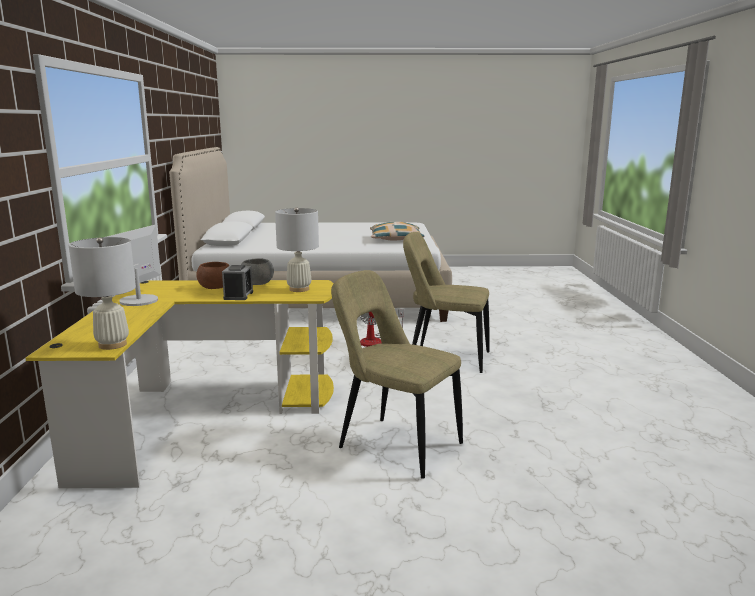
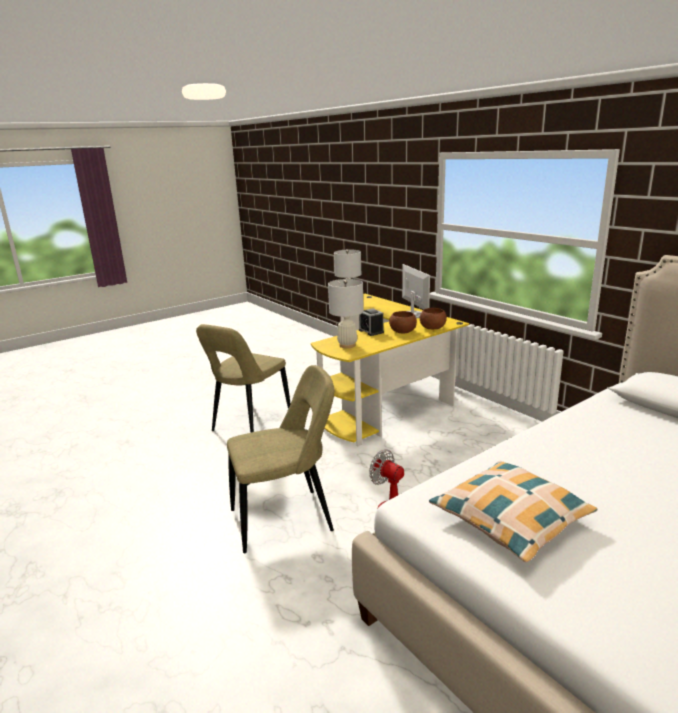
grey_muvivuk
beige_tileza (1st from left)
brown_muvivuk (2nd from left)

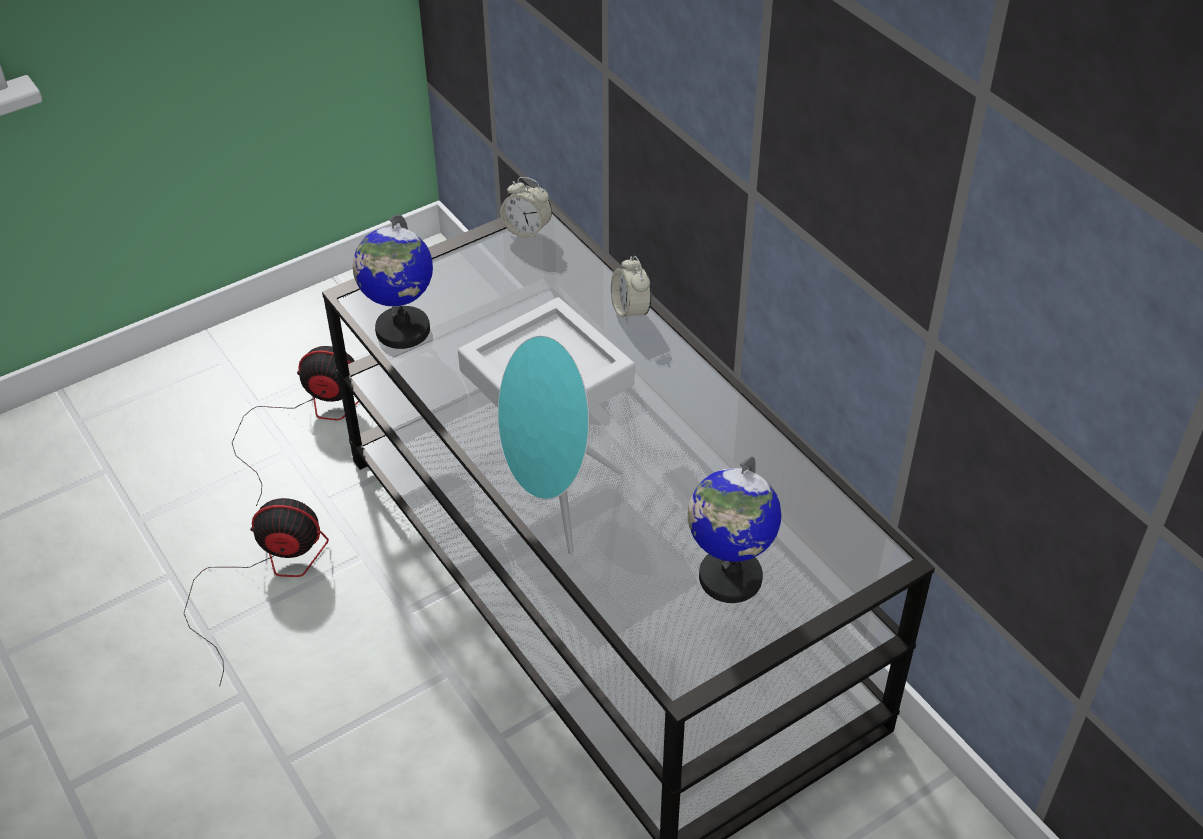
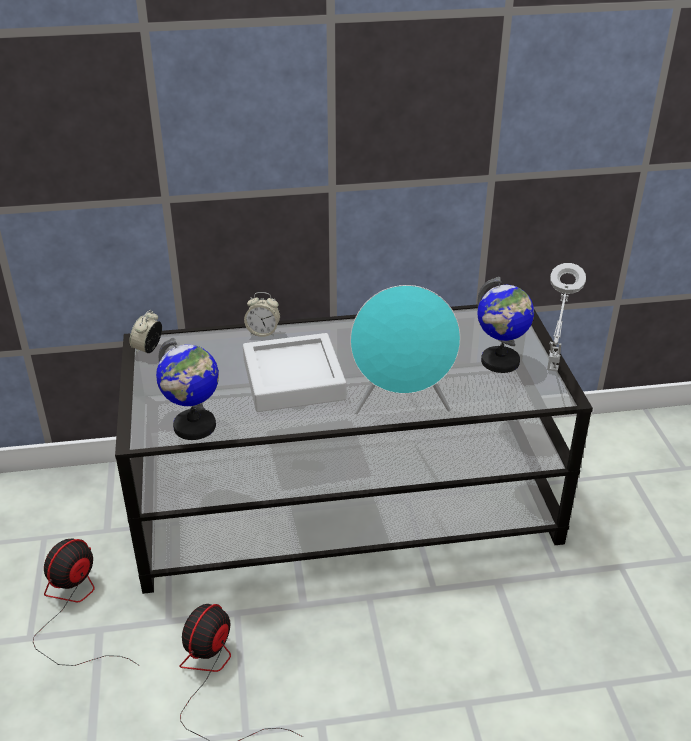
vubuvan (1st from left)
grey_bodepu

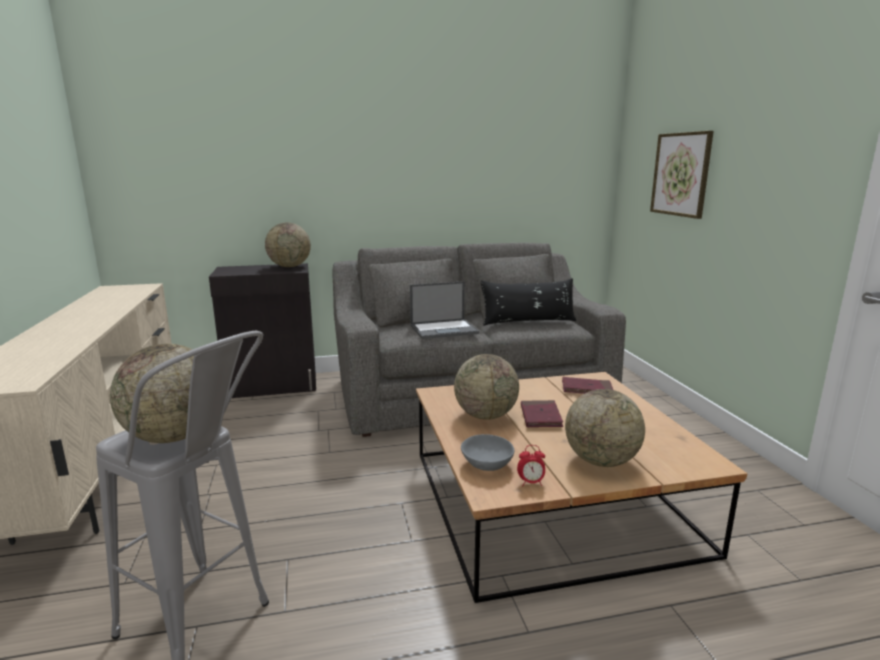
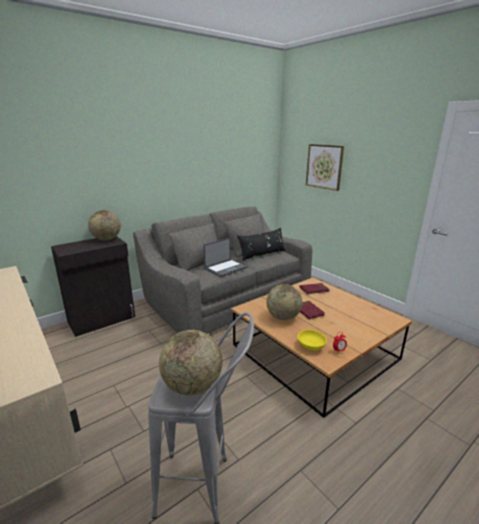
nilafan (4th from left in the first image)
yellow_muvivuk

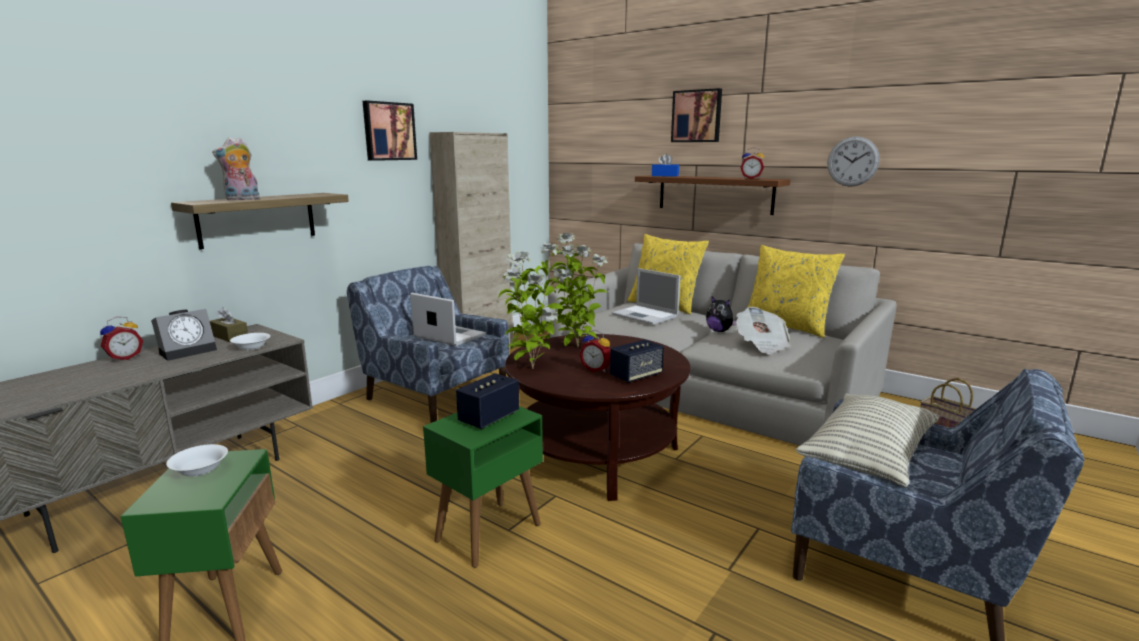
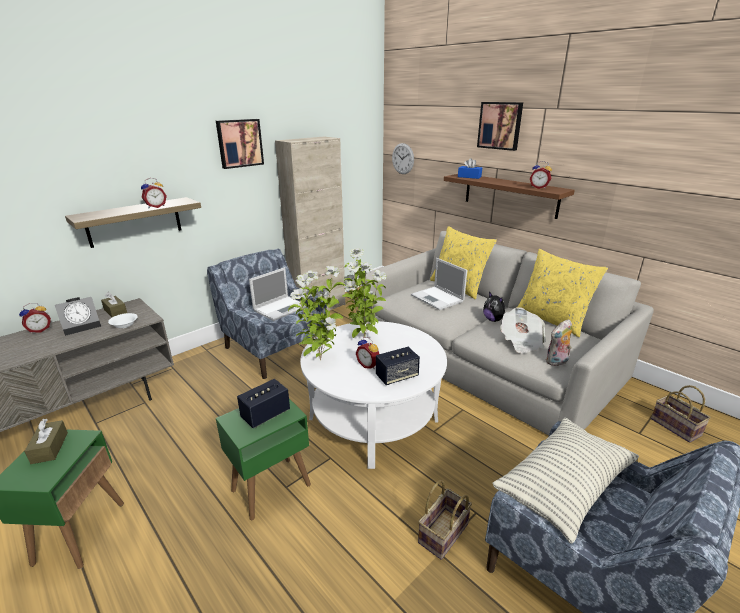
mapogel
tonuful (2nd from left)
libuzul (1st from left)
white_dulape
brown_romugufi (1st from left)
vubuvan (3rd from left)
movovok (1st from left)

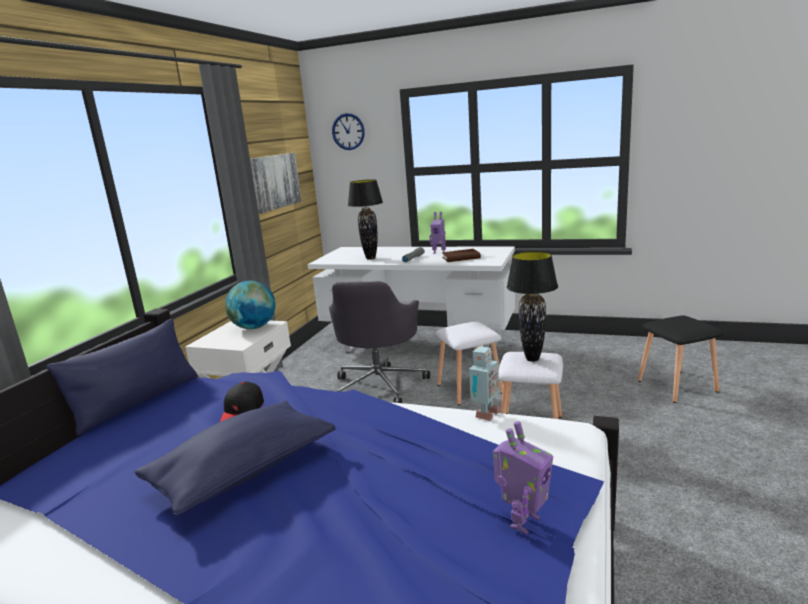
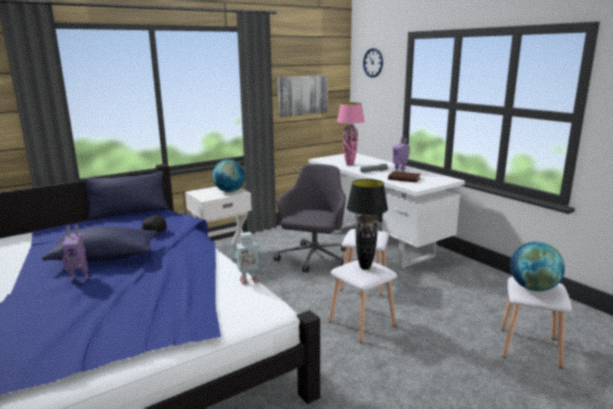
pink_bodepu
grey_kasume
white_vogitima (3rd from left)
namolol (1st from left)
nilafan (2nd from left)

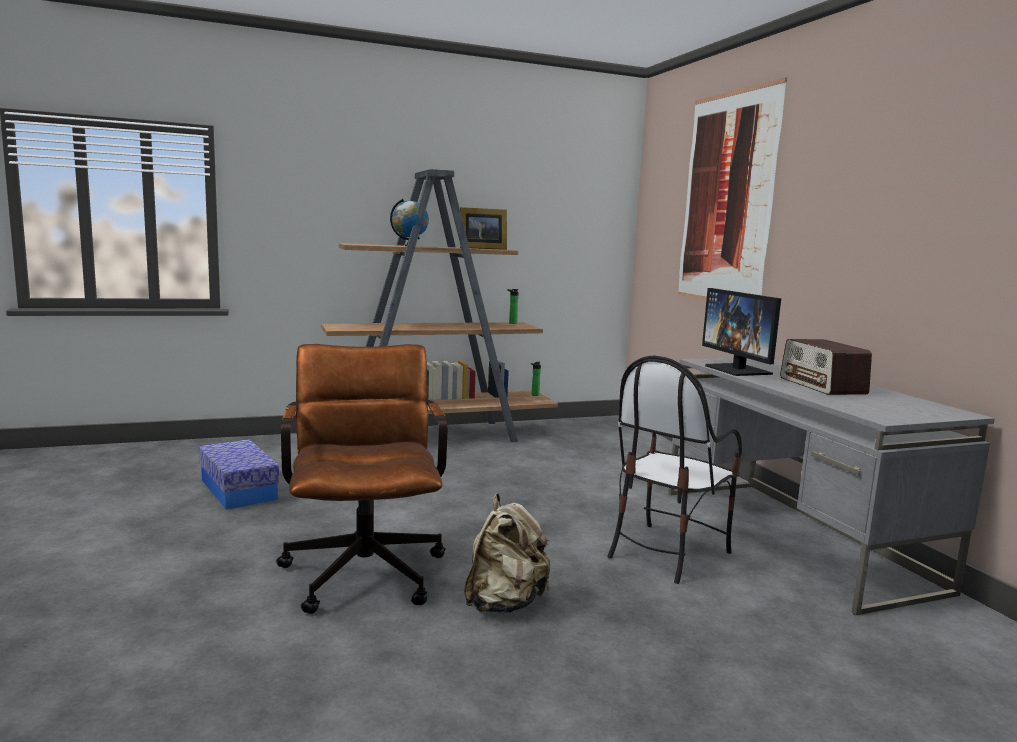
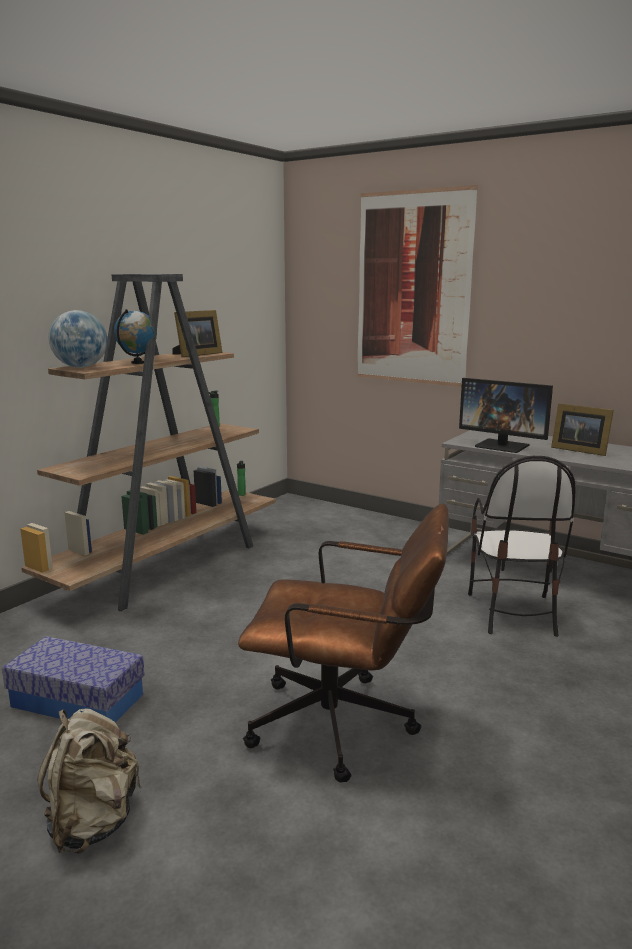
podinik (2nd from left)
brown_kasume
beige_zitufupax
nilafan (1st from left)

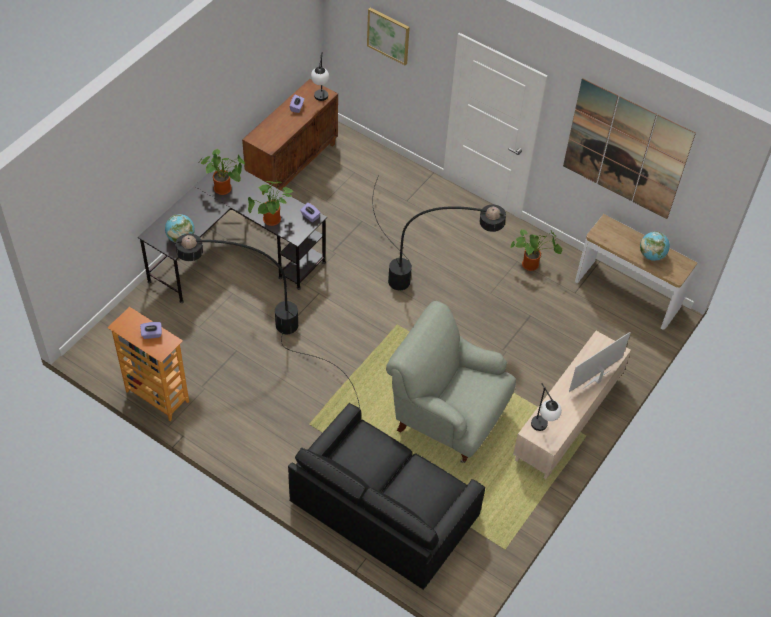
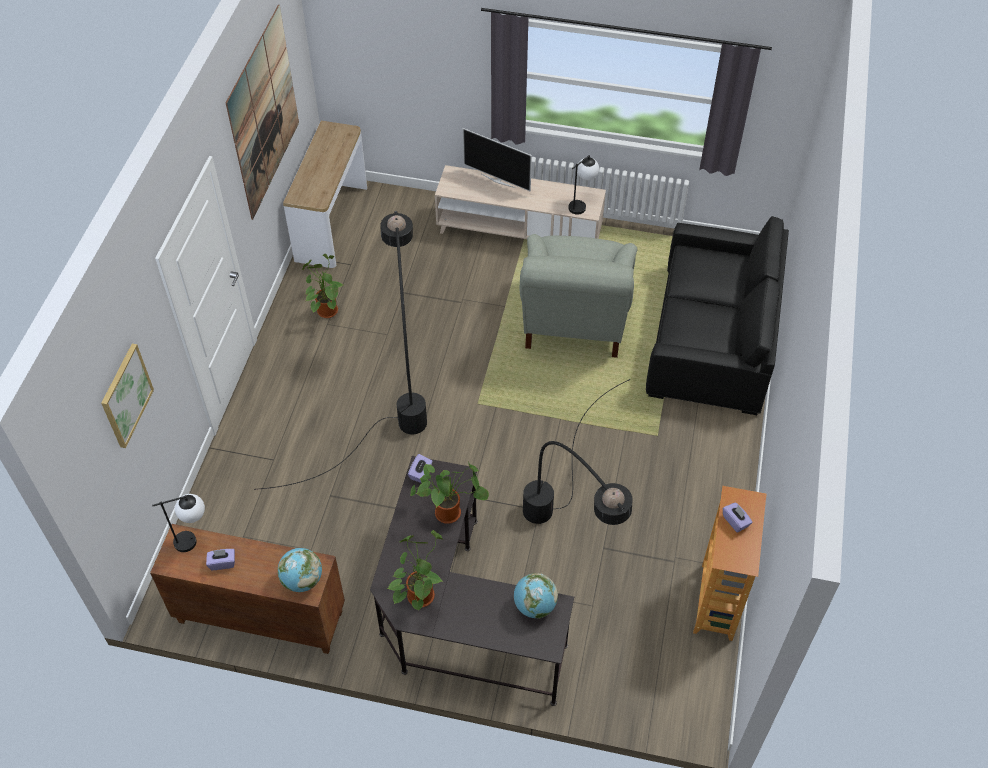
nilafan (1st from left)

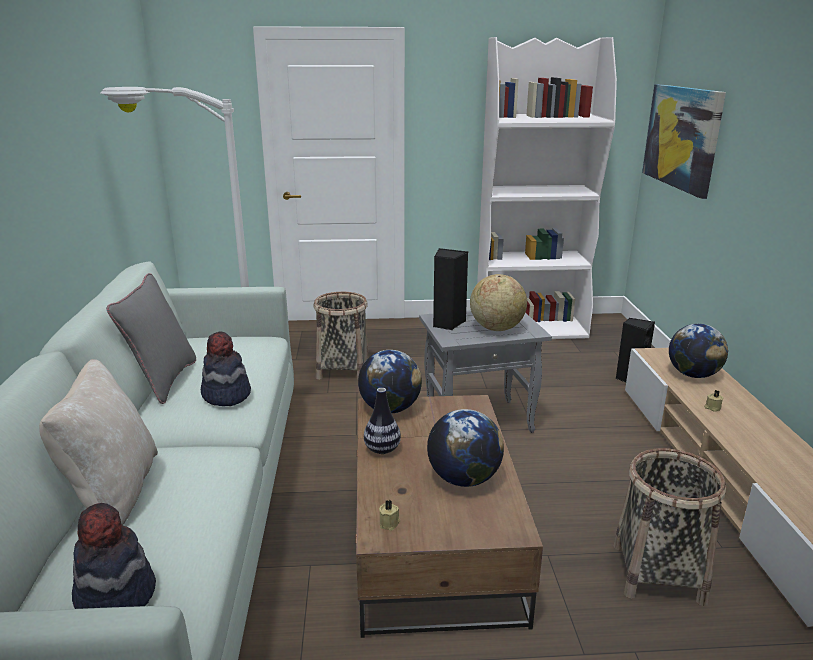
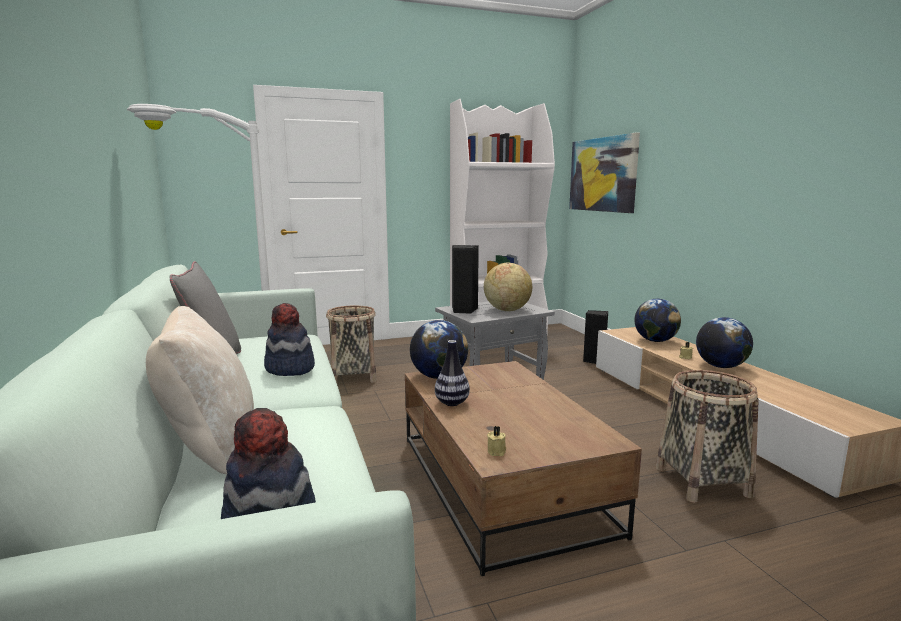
nilafan (4th from left)

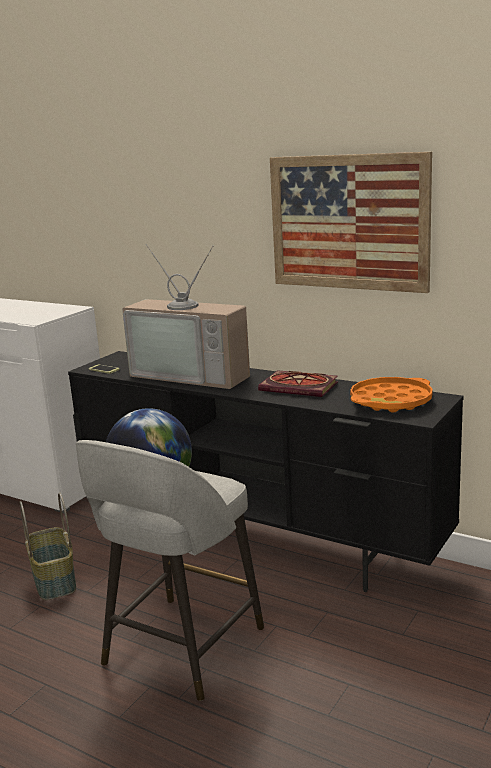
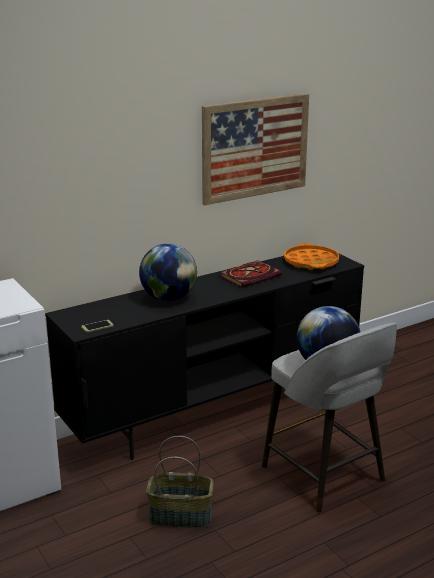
nilafan (1st from left)

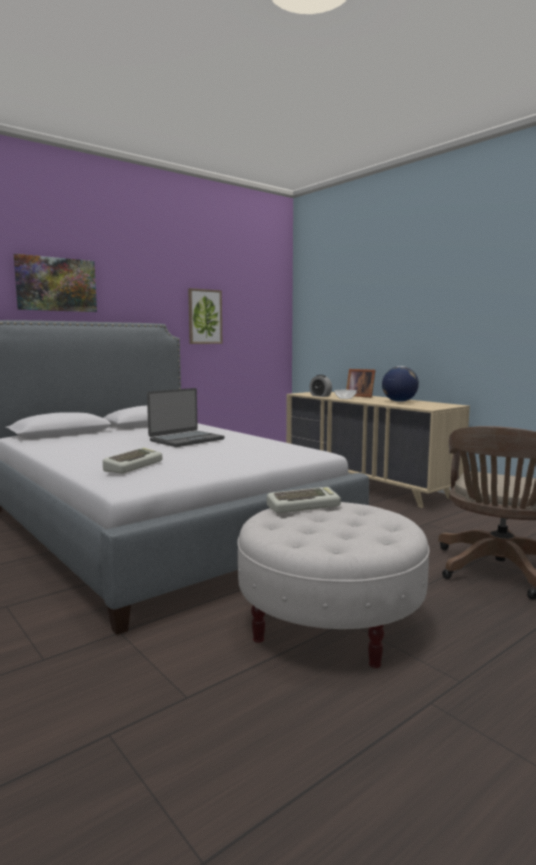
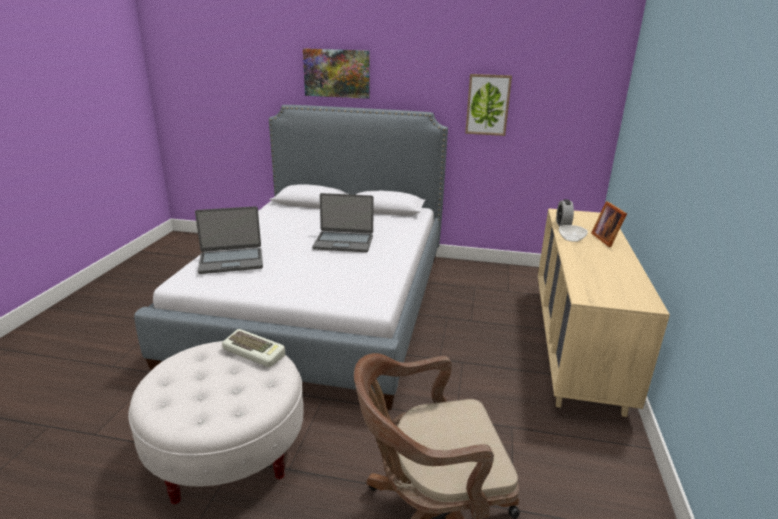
nilafan
libuzul (1st from left)

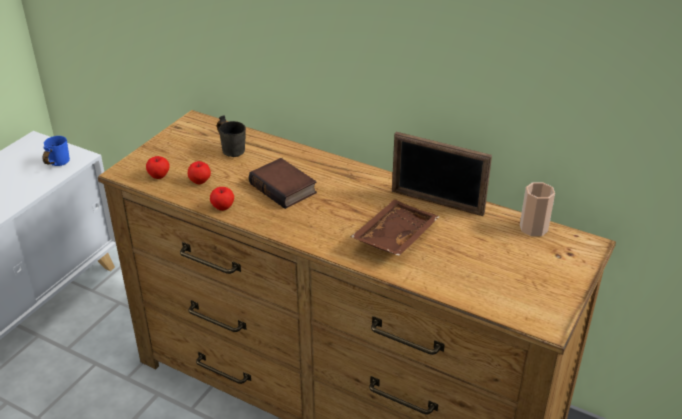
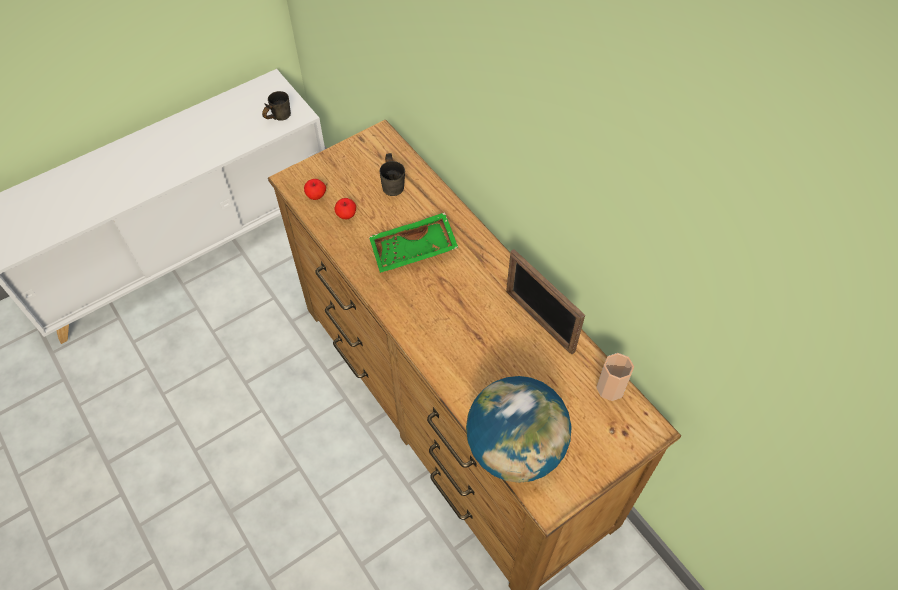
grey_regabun (1st from left)
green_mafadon
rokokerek (3rd from left in the first image)
brown_mafadon
nilafan

